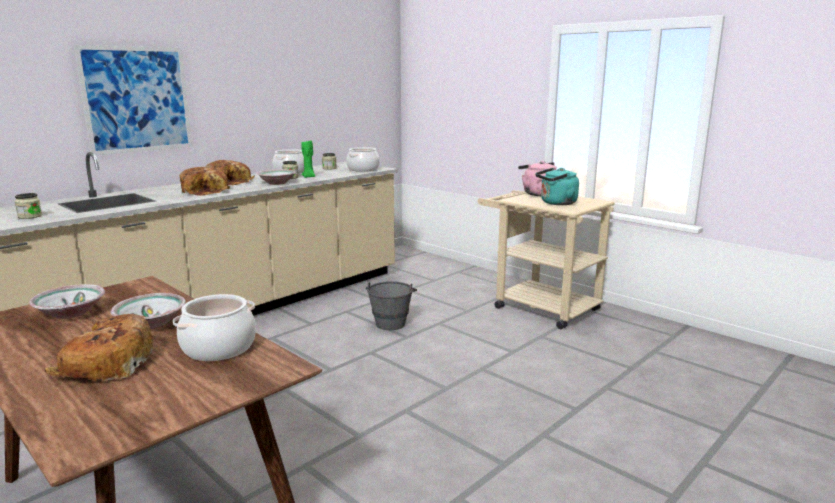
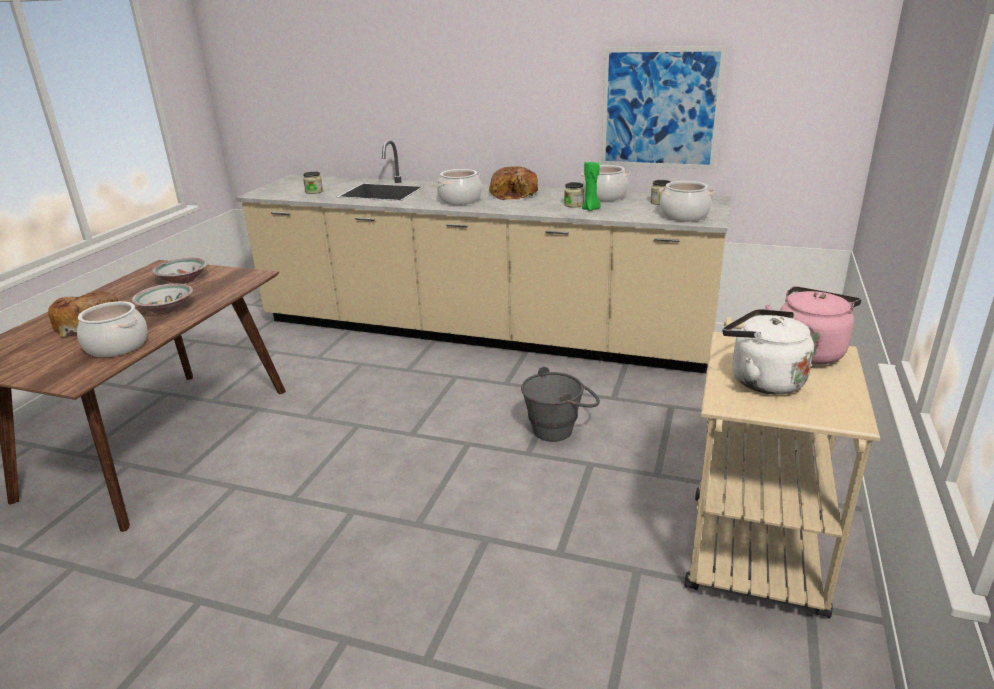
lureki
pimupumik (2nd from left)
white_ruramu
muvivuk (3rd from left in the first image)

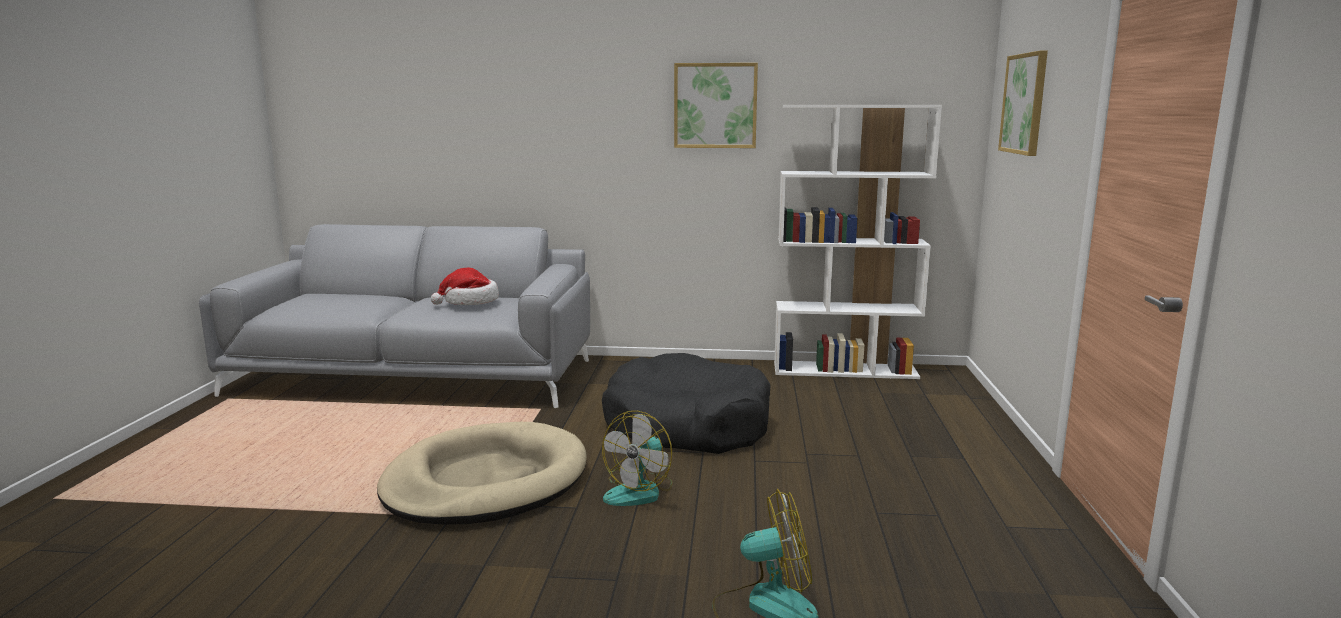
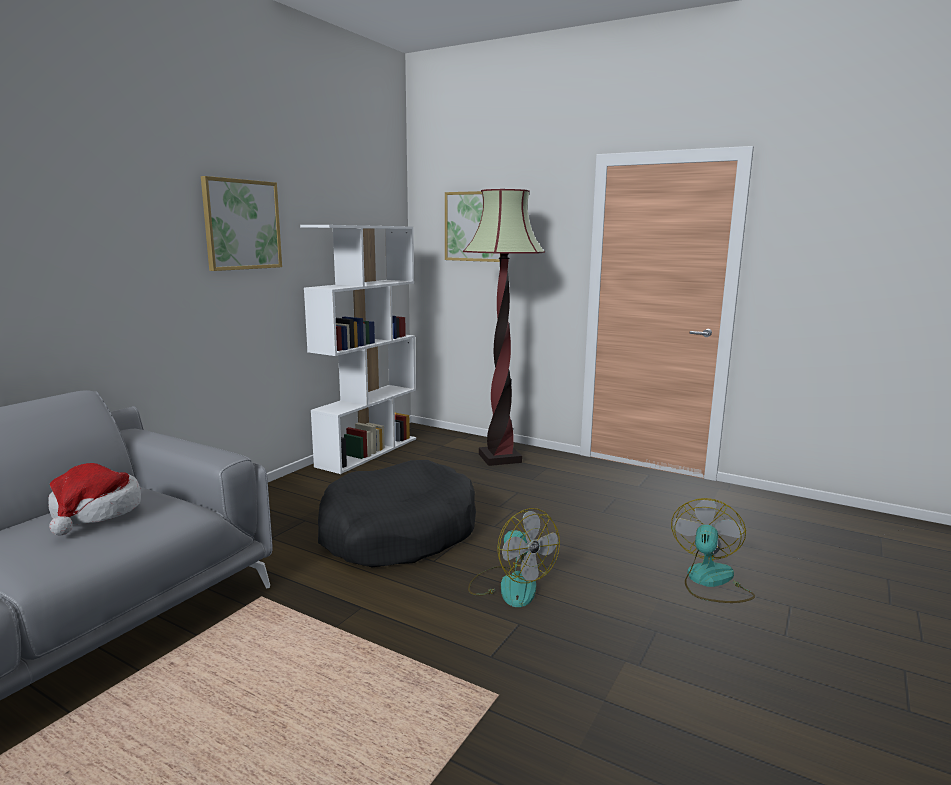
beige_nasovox
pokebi

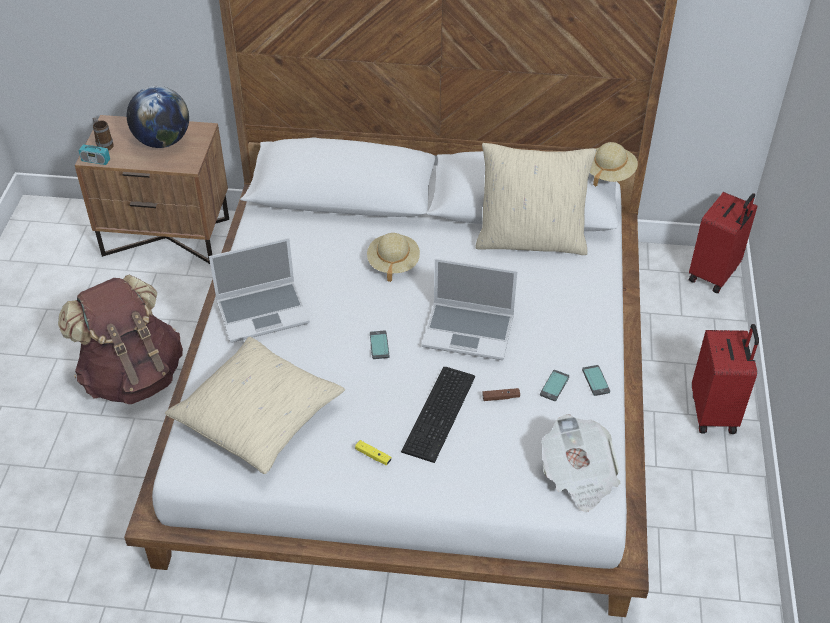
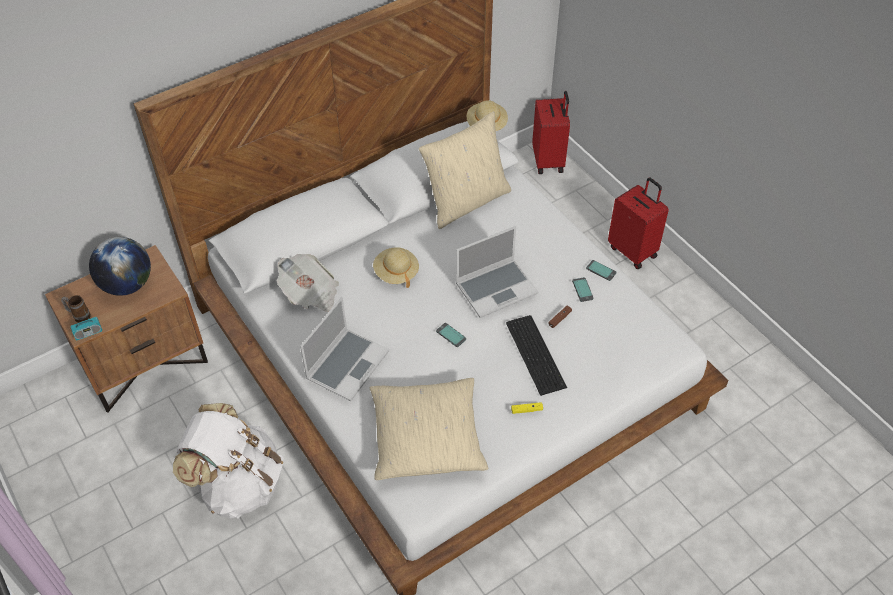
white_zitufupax
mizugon

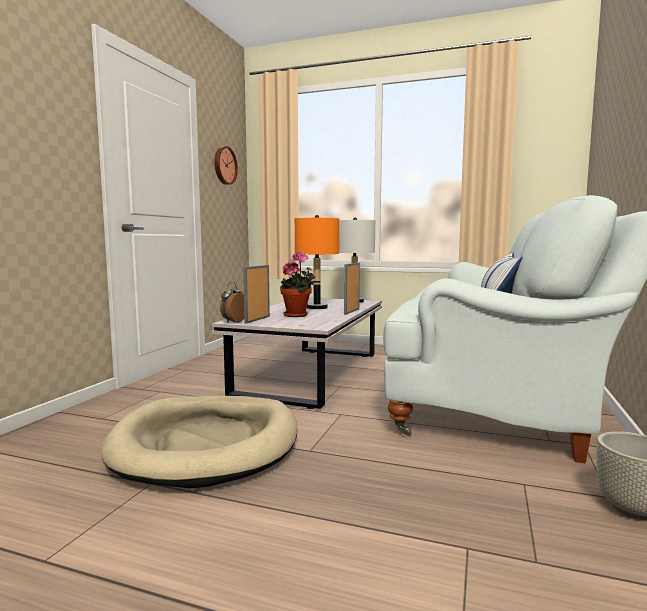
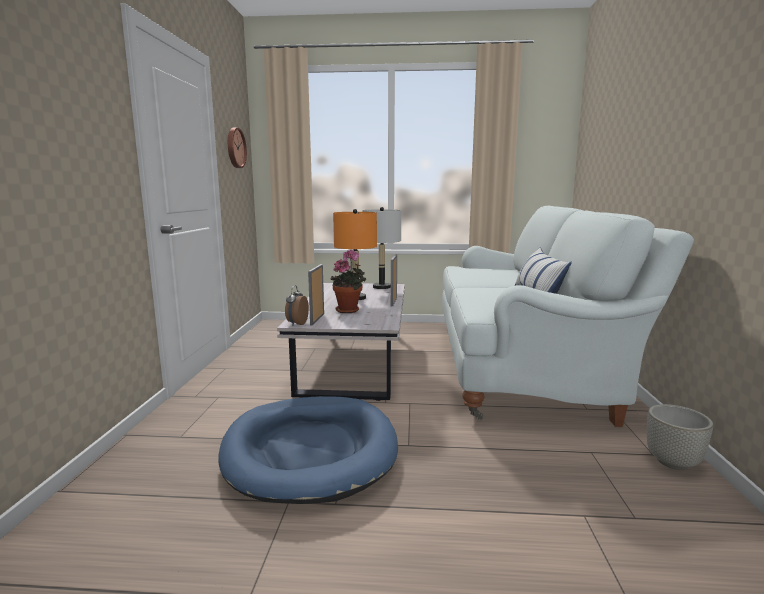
blue_nasovox

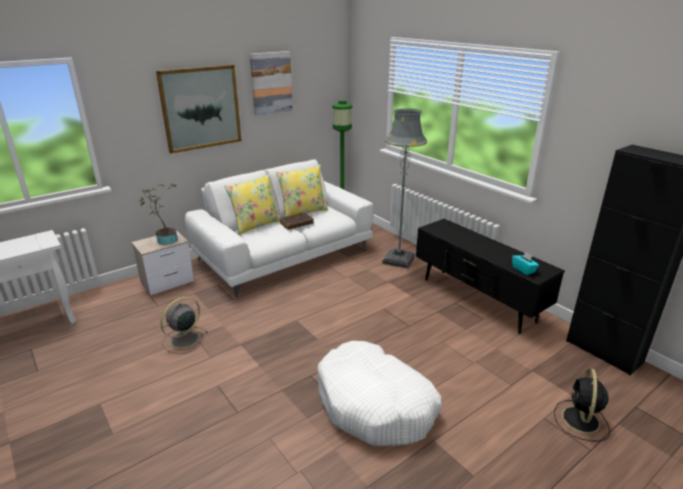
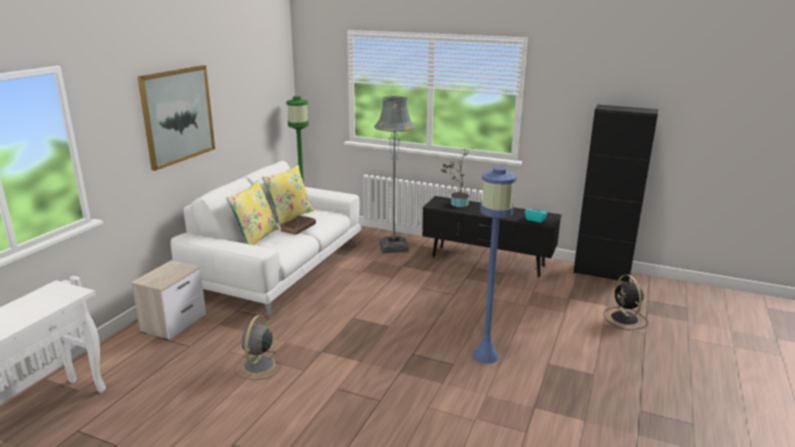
lureki (2nd from left in the first image)
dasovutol
blue_pokebi

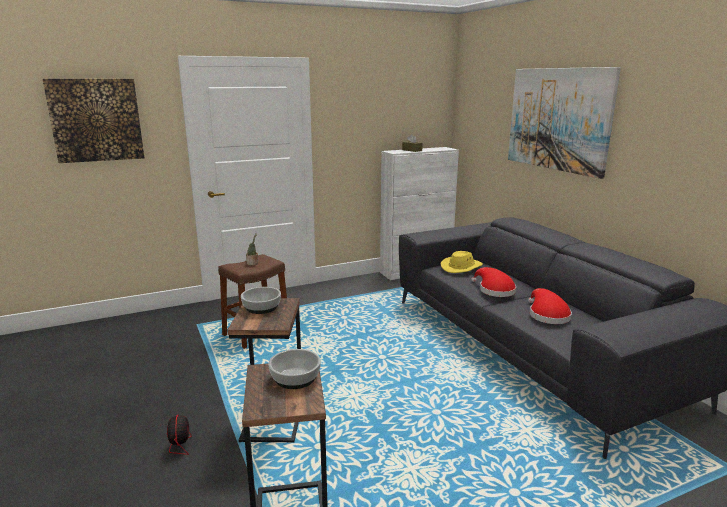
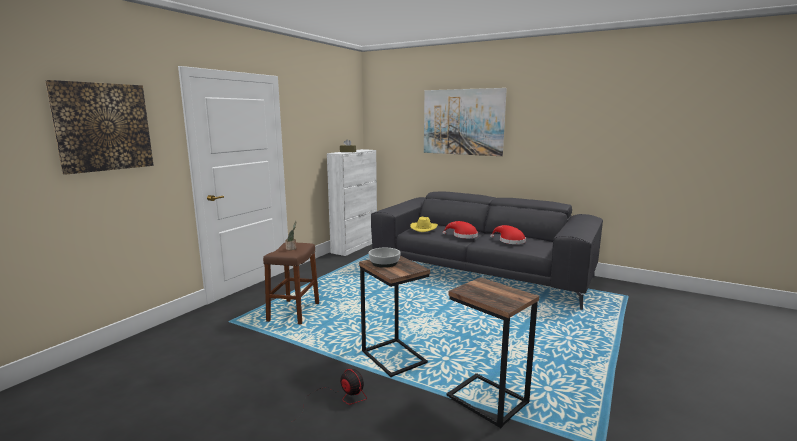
muvivuk (2nd from left in the first image)

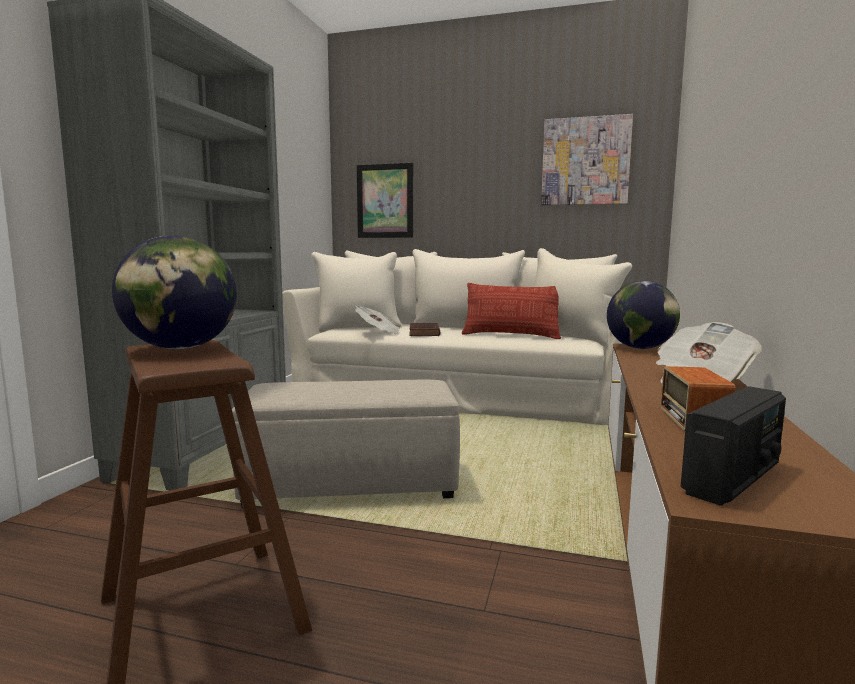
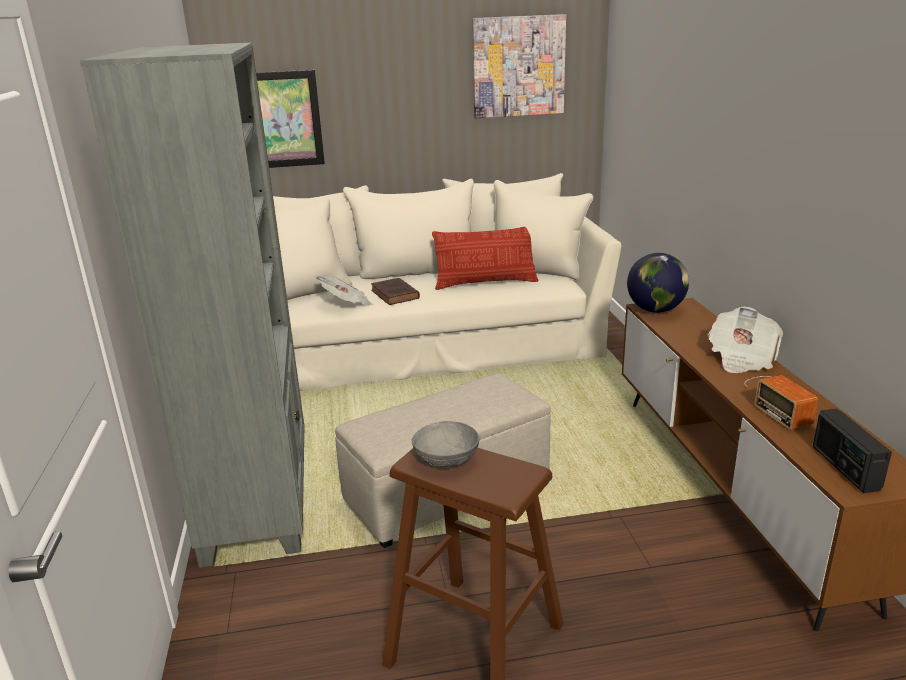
grey_muvivuk
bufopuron (2nd from left)

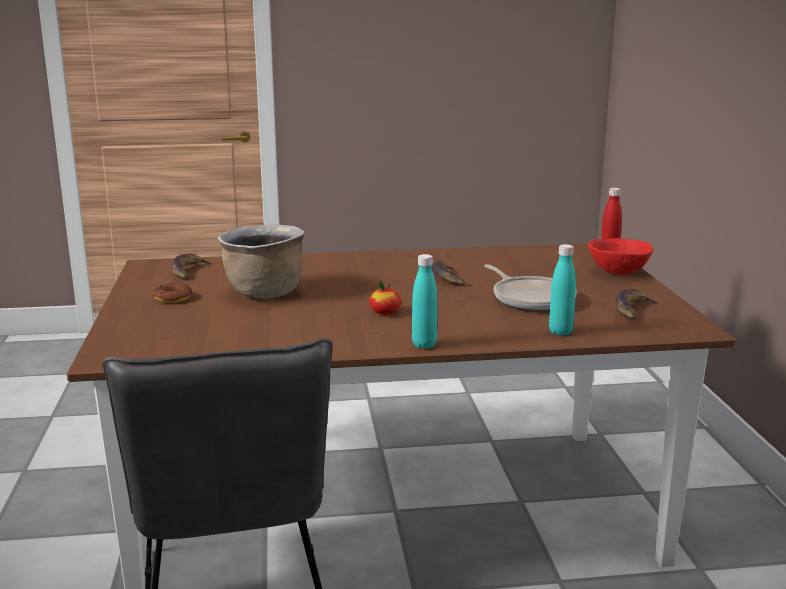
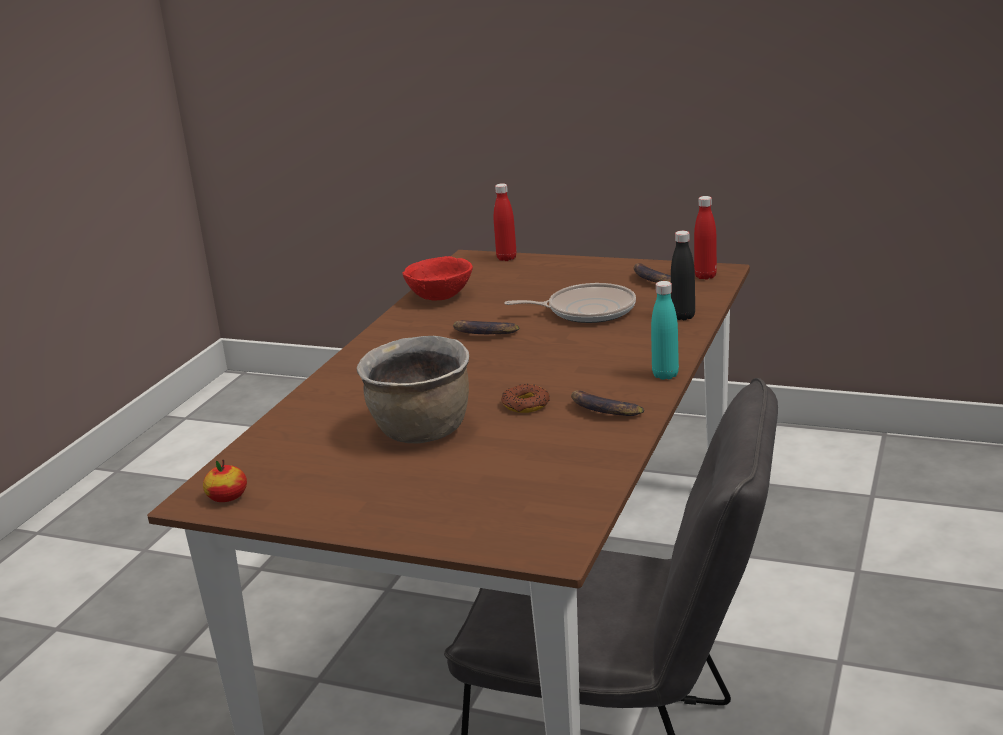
red_muvivuk
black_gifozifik
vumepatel (2nd from left)
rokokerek
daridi
red_gifozifik (2nd from left)

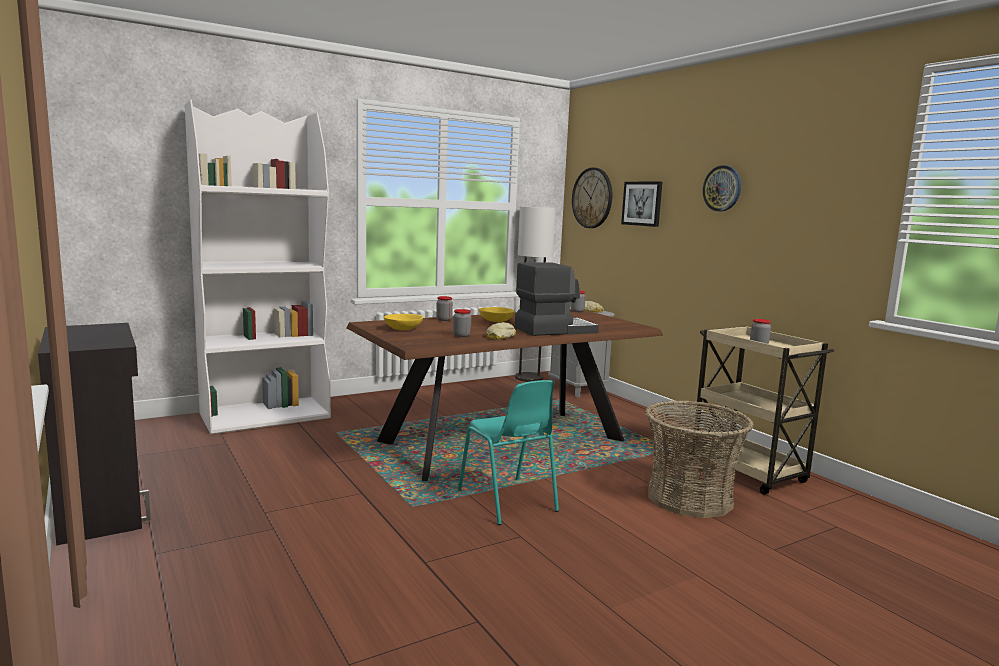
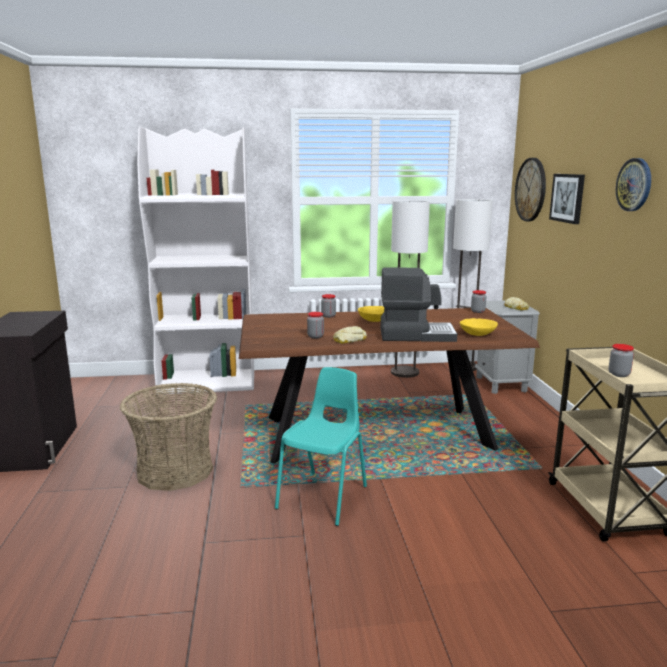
yellow_muvivuk (2nd from left)
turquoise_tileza
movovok
pokebi (1st from left)

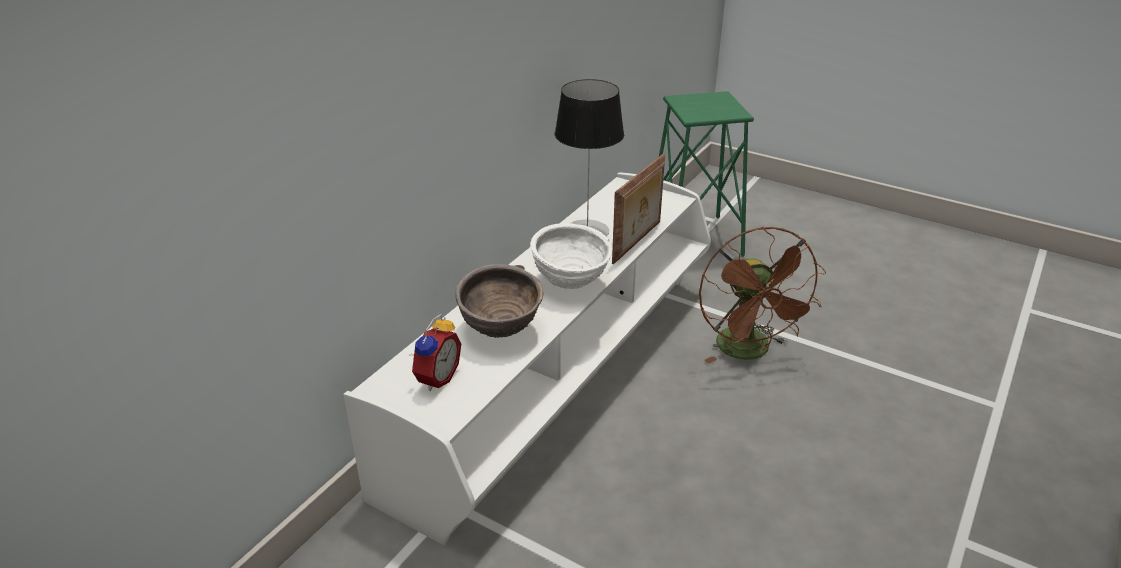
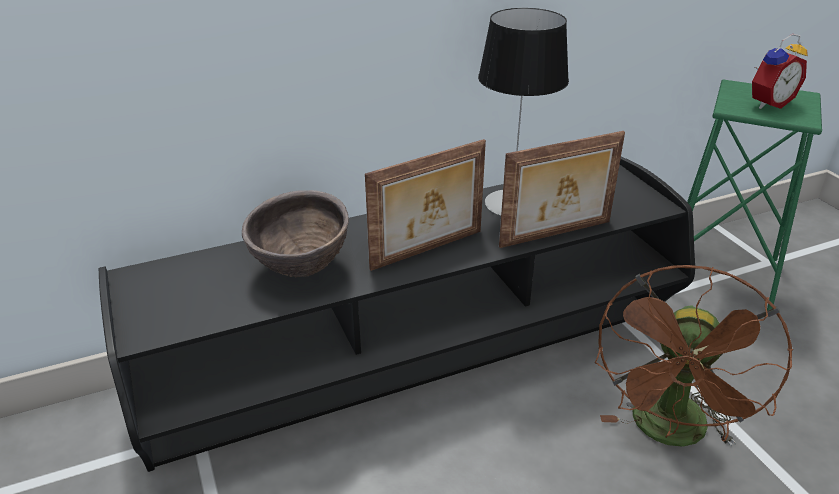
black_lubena
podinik (1st from left)
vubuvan

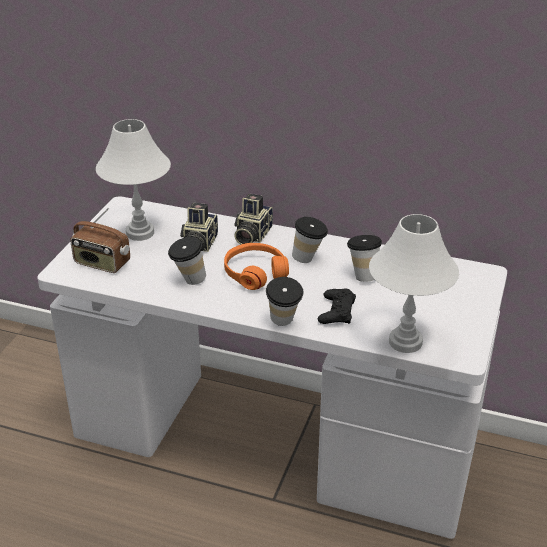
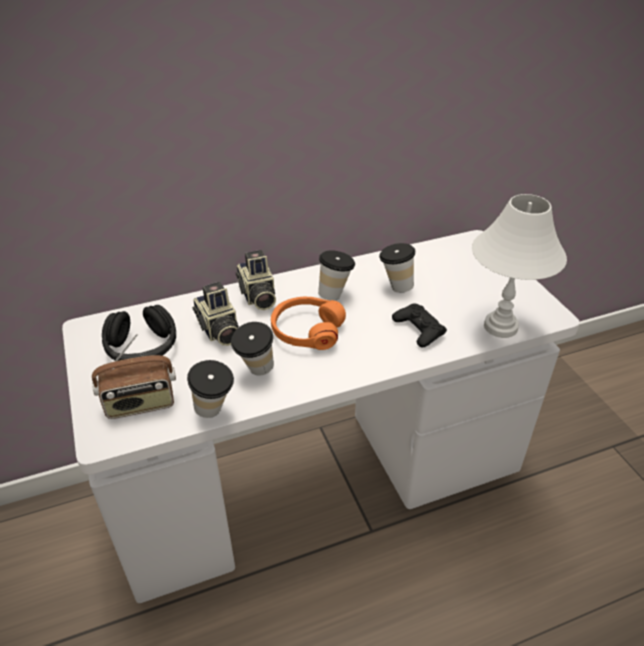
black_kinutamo
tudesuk (1st from left)

